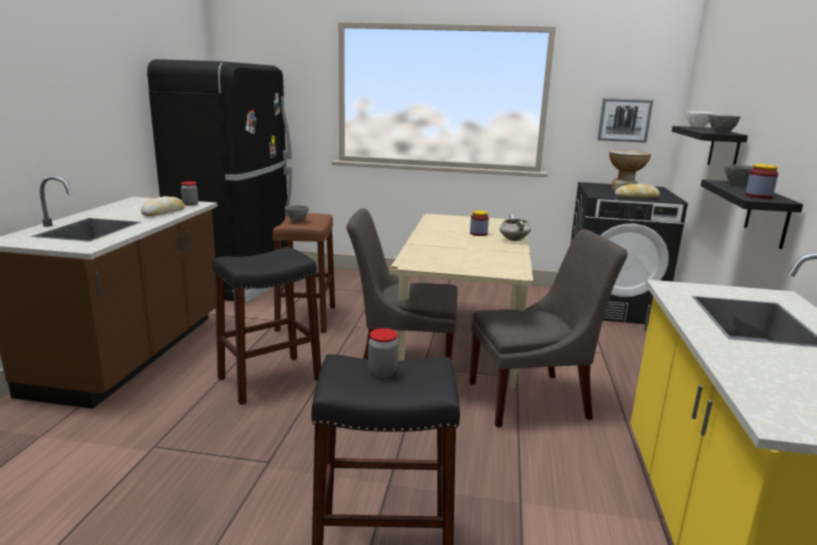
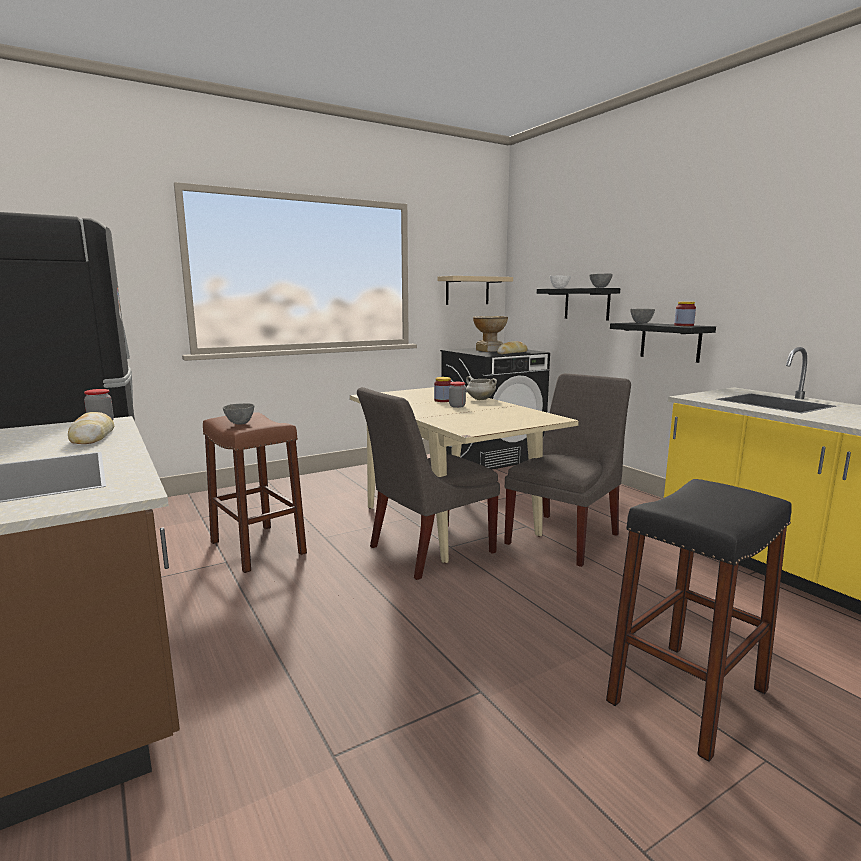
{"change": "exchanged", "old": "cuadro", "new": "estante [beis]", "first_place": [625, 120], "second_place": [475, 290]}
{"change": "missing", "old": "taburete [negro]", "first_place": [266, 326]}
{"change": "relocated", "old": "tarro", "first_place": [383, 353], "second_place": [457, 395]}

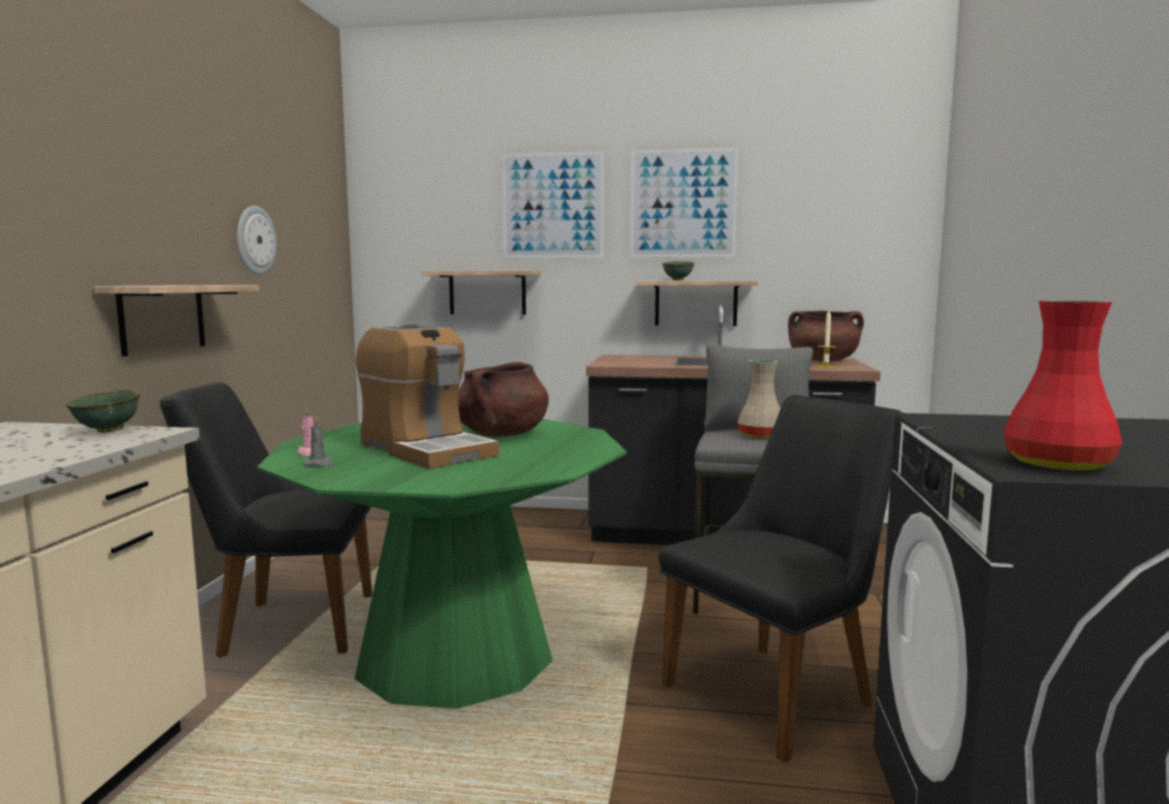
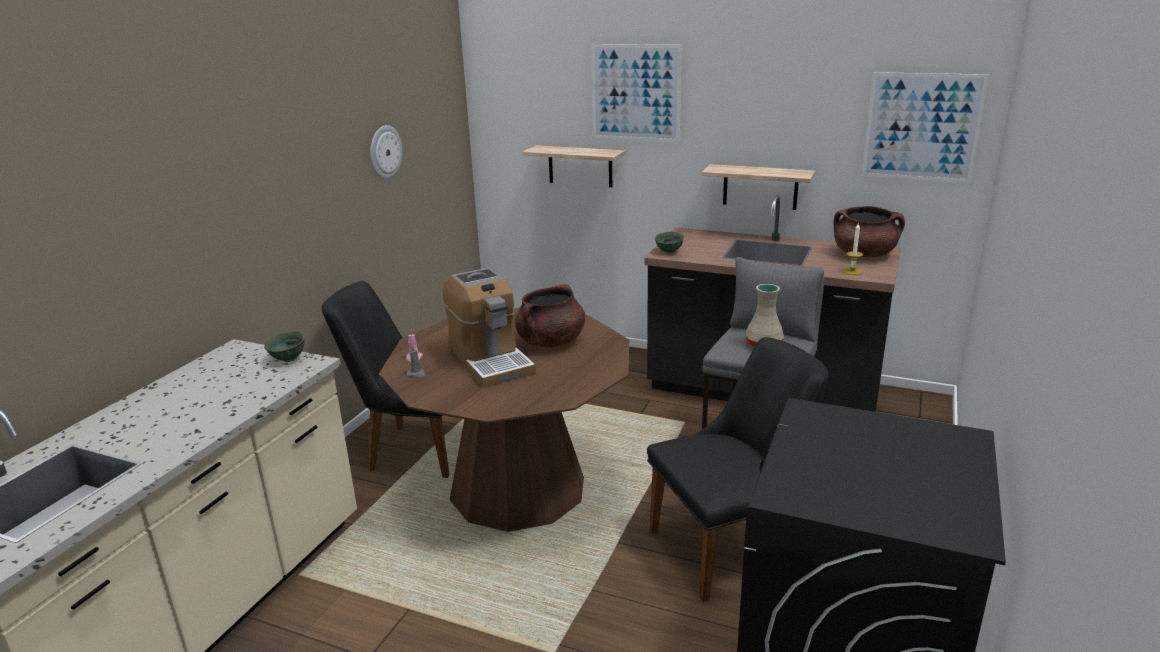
{"change": "relocated", "old": "cuadro", "first_place": [684, 202], "second_place": [925, 127]}
{"change": "relocated", "old": "cuenco [verde]", "first_place": [678, 270], "second_place": [669, 243]}
{"change": "missing", "old": "estante", "first_place": [176, 320]}
{"change": "missing", "old": "florero [rojo]", "first_place": [1063, 386]}
{"change": "colour", "old": "mesa de comedor [verde]", "new": "mesa de comedor [marrón]", "first_place": [442, 564], "second_place": [504, 419]}

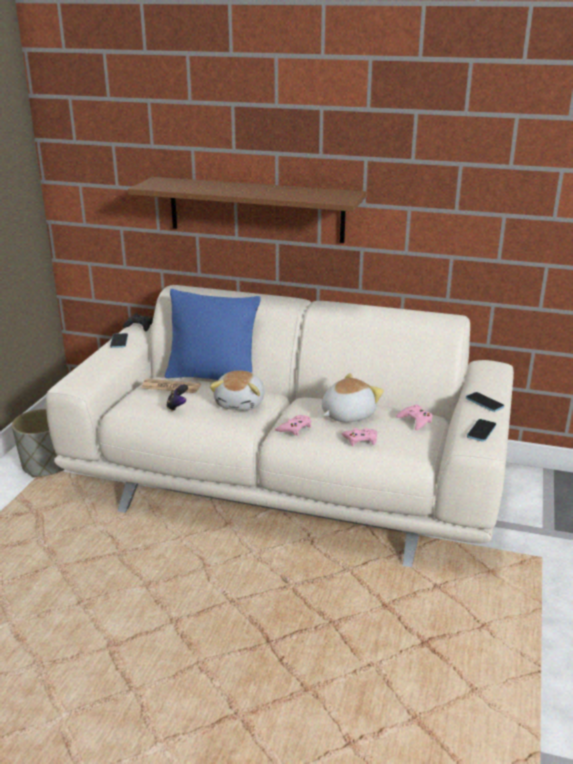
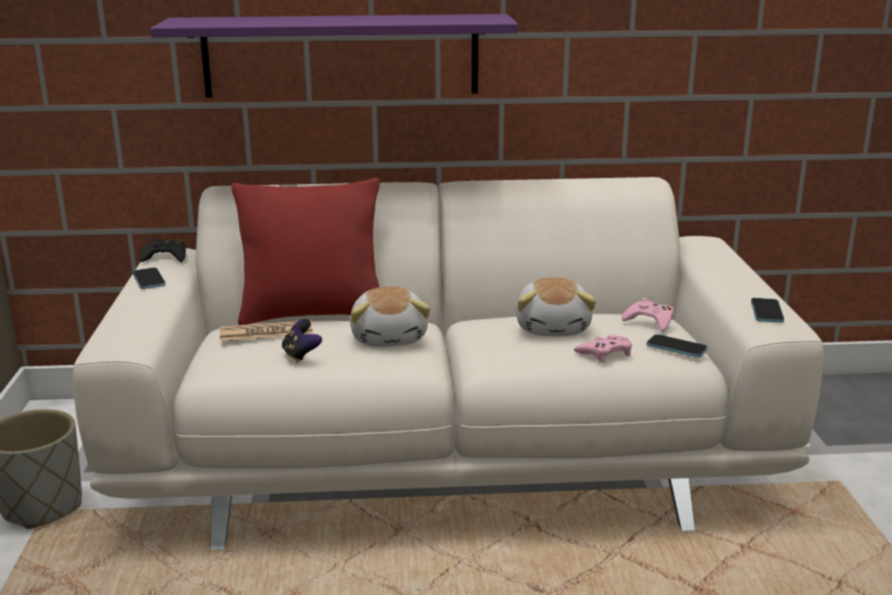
{"change": "colour", "old": "estante [marrón]", "new": "estante [morado]", "first_place": [247, 210], "second_place": [334, 56]}
{"change": "colour", "old": "cojín [azul]", "new": "cojín [rojo]", "first_place": [213, 334], "second_place": [306, 251]}
{"change": "spun", "old": "peluche", "first_place": [353, 397], "second_place": [556, 307], "degrees": 150}
{"change": "relocated", "old": "móvil", "first_place": [485, 402], "second_place": [677, 346]}
{"change": "missing", "old": "mando de consola [rosa]", "first_place": [293, 425]}

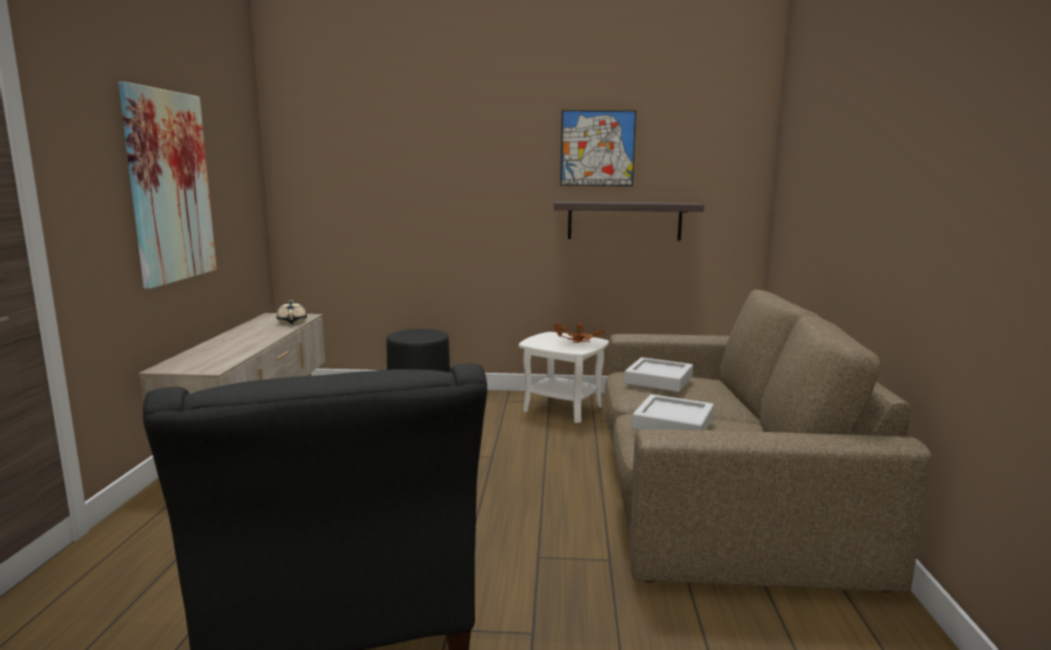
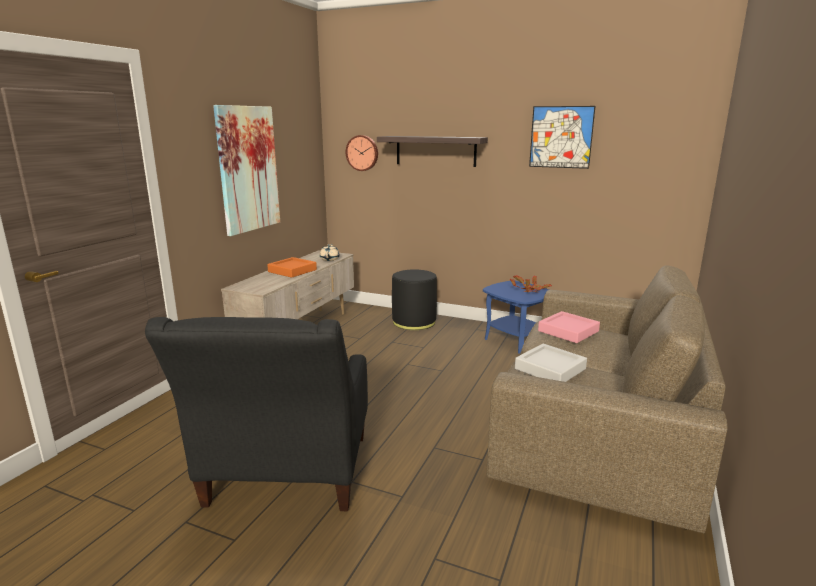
{"change": "relocated", "old": "estante", "first_place": [629, 221], "second_place": [432, 151]}
{"change": "colour", "old": "mesa auxiliar [blanco]", "new": "mesa auxiliar [azul]", "first_place": [564, 377], "second_place": [516, 316]}
{"change": "colour", "old": "bandeja [gris]", "new": "bandeja [rosa]", "first_place": [658, 374], "second_place": [569, 327]}
{"change": "appeared", "new": "reloj de pared", "second_place": [362, 153]}
{"change": "appeared", "new": "bandeja [naranja]", "second_place": [292, 267]}

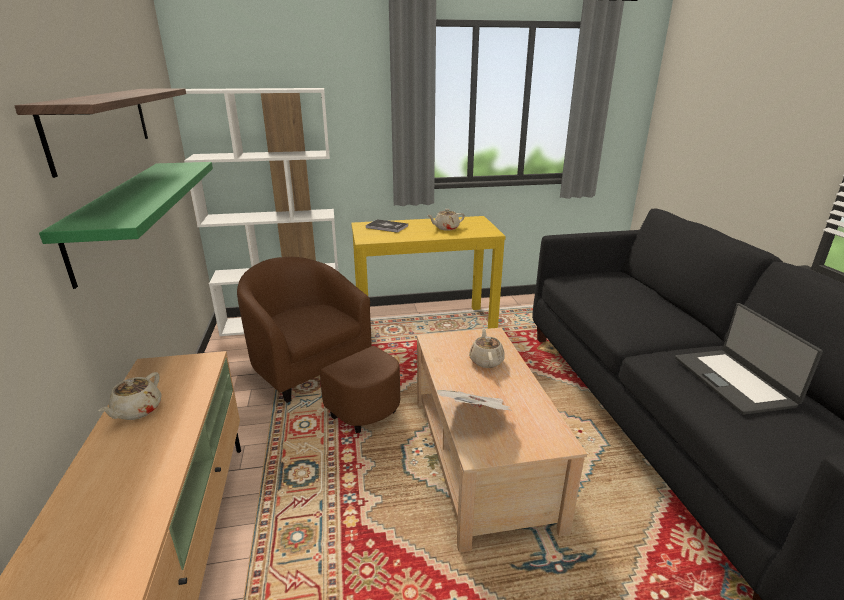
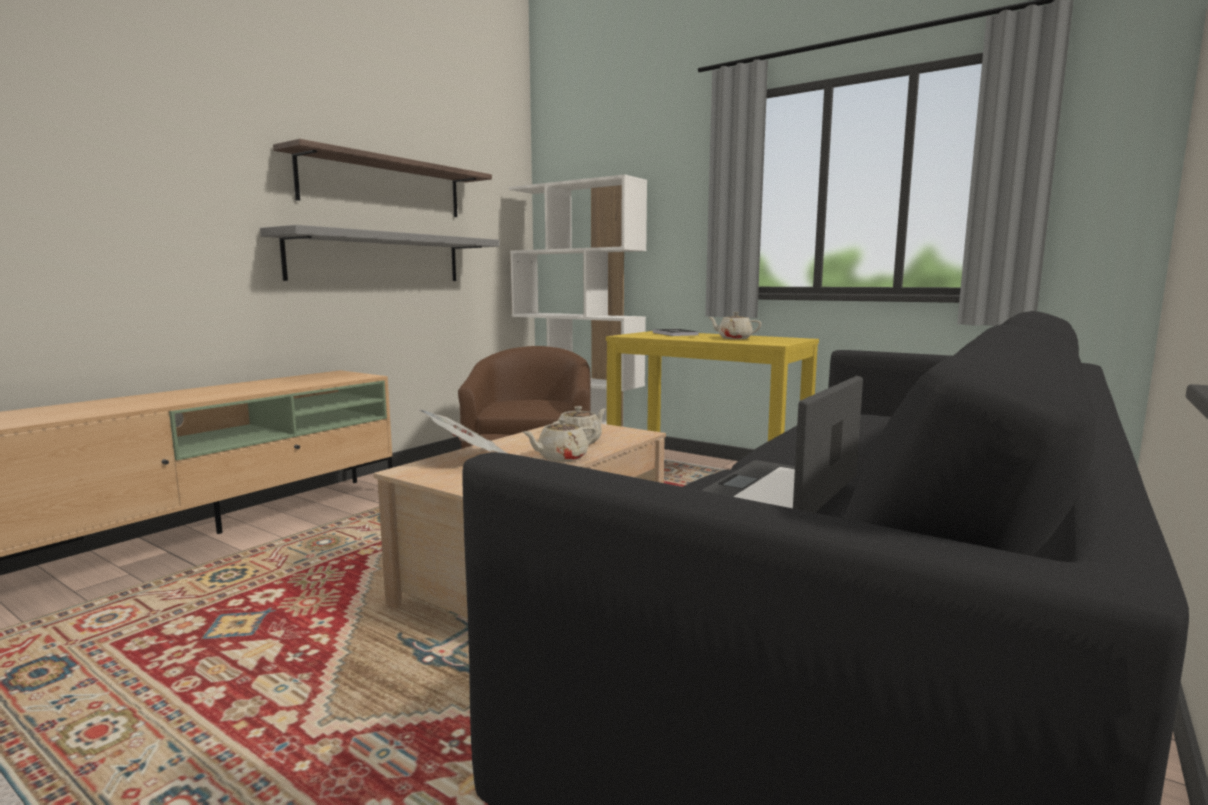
{"change": "colour", "old": "estante [verde]", "new": "estante [gris]", "first_place": [126, 225], "second_place": [380, 253]}
{"change": "relocated", "old": "tetera [beis]", "first_place": [130, 396], "second_place": [559, 440]}

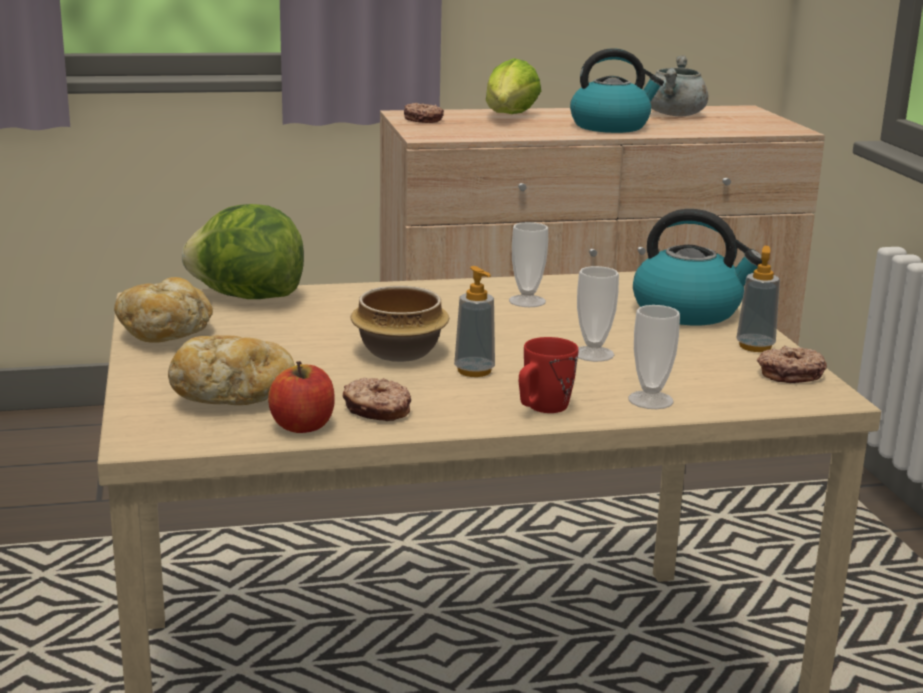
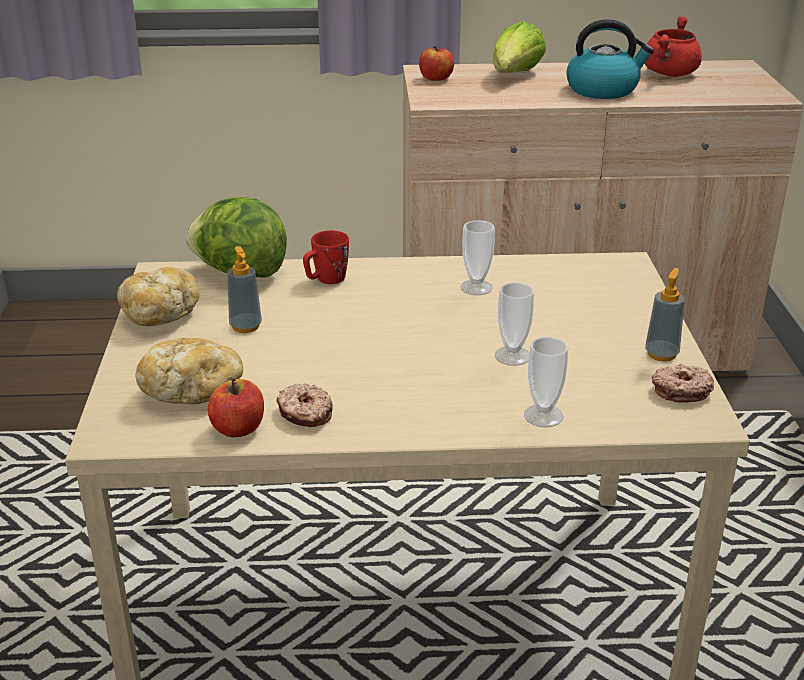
{"change": "colour", "old": "olla [gris]", "new": "olla [rojo]", "first_place": [679, 85], "second_place": [673, 46]}
{"change": "exchanged", "old": "rosquilla", "new": "manzana", "first_place": [424, 113], "second_place": [436, 63]}
{"change": "missing", "old": "hervidor", "first_place": [697, 267]}
{"change": "relocated", "old": "dispensador de jabón", "first_place": [474, 321], "second_place": [244, 289]}
{"change": "missing", "old": "cuenco", "first_place": [400, 324]}
{"change": "relocated", "old": "taza grande [rojo]", "first_place": [548, 375], "second_place": [326, 257]}

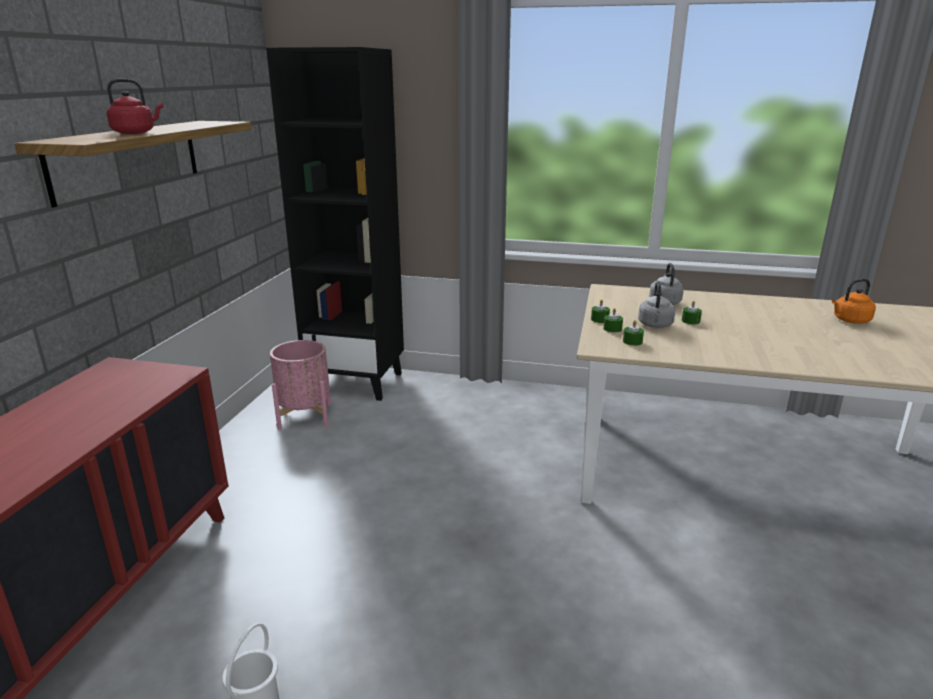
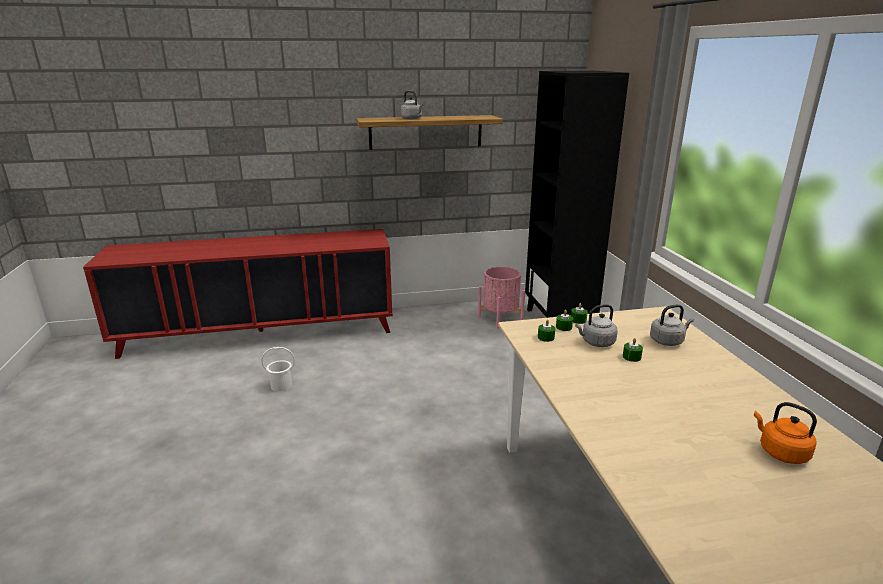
{"change": "colour", "old": "hervidor [rojo]", "new": "hervidor [gris]", "first_place": [135, 106], "second_place": [412, 105]}

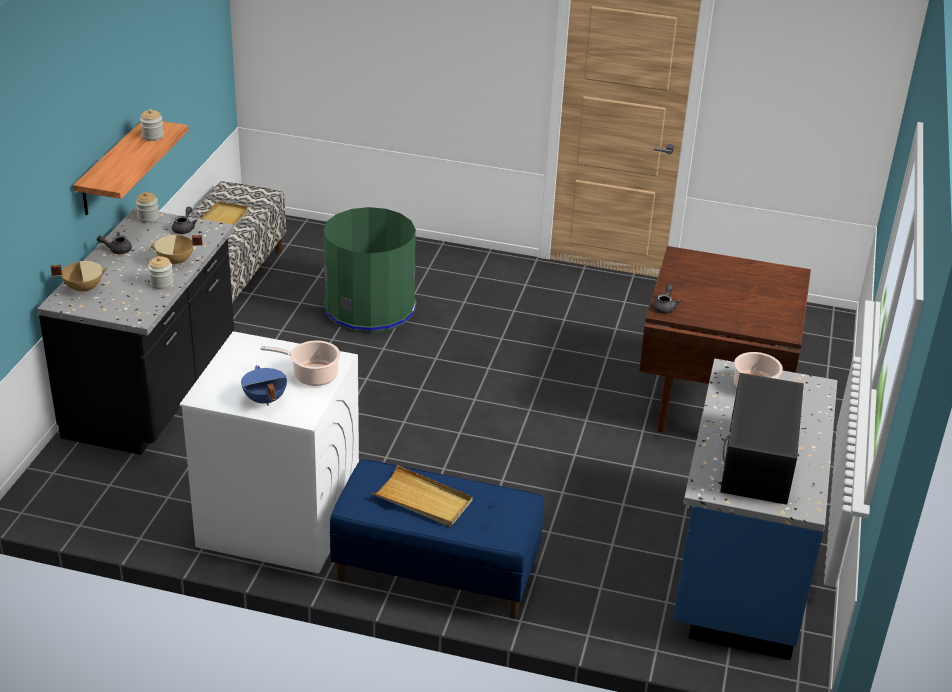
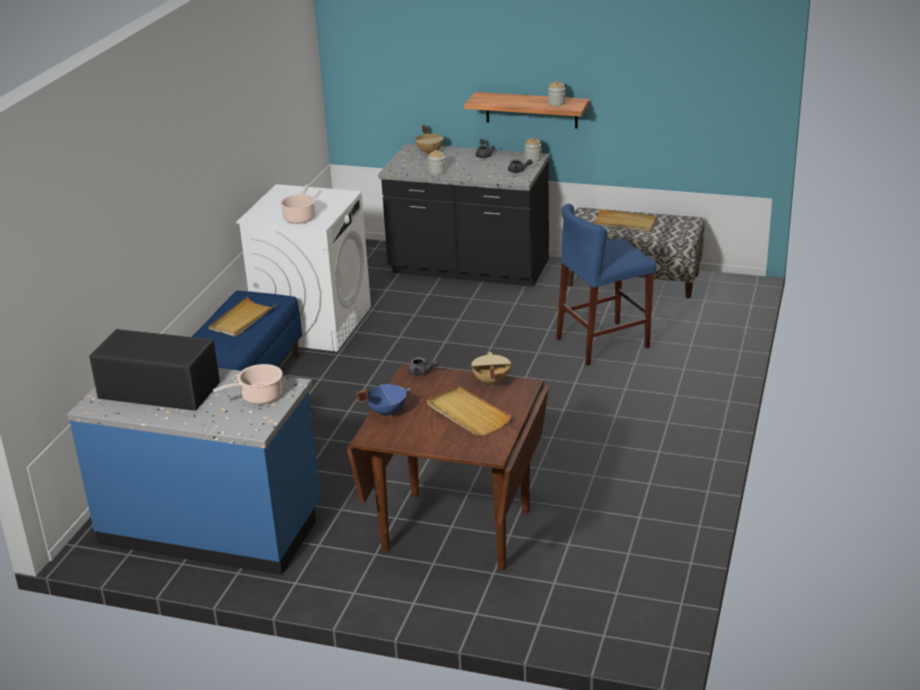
{"change": "exchanged", "old": "papelera [verde]", "new": "taburete [azul]", "first_place": [369, 270], "second_place": [606, 285]}
{"change": "relocated", "old": "olla [beis]", "first_place": [176, 250], "second_place": [491, 369]}
{"change": "relocated", "old": "olla [azul]", "first_place": [264, 385], "second_place": [383, 400]}
{"change": "appeared", "new": "bandeja [beis]", "second_place": [469, 411]}

